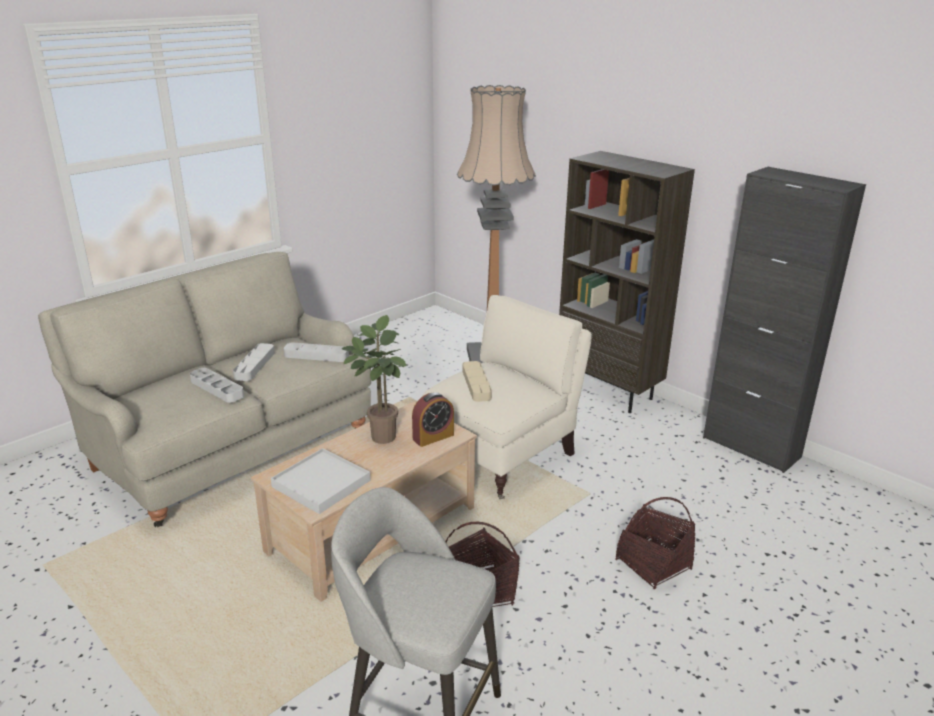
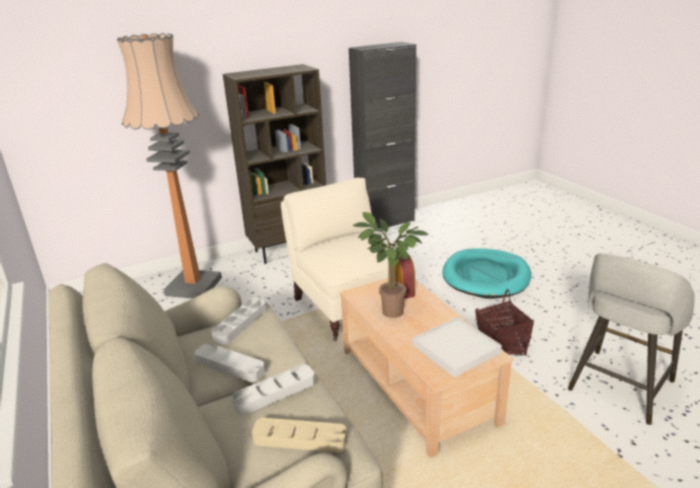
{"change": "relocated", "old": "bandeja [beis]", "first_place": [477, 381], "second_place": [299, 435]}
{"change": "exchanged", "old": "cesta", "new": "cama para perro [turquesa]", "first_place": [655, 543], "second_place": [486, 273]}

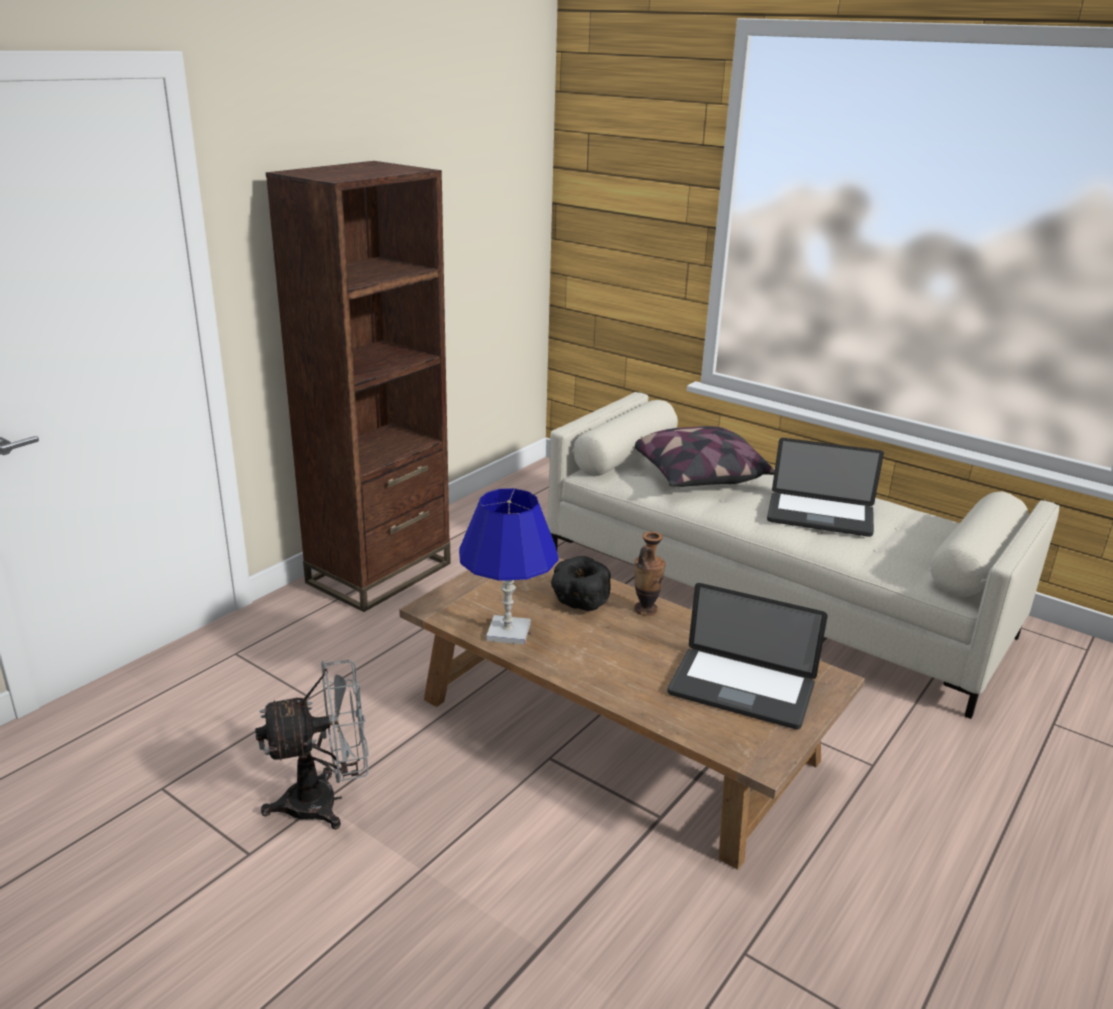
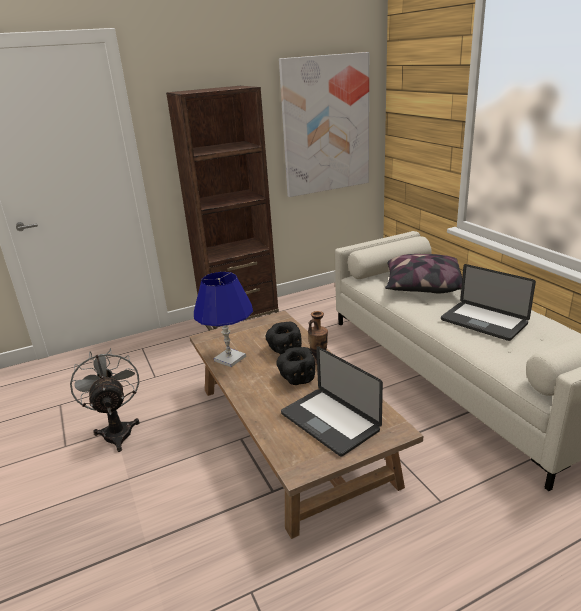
{"change": "spun", "old": "ventilador [gris]", "first_place": [312, 744], "second_place": [105, 400], "degrees": -120}
{"change": "appeared", "new": "cuadro", "second_place": [324, 124]}
{"change": "appeared", "new": "cuenco [negro]", "second_place": [296, 366]}

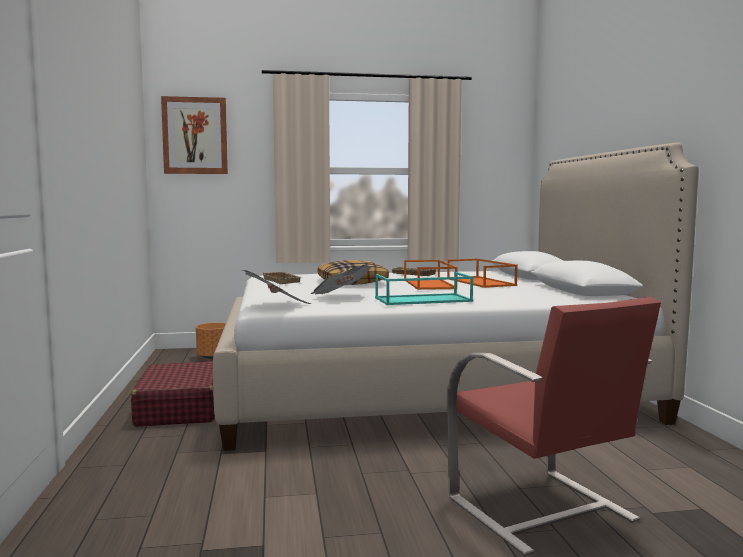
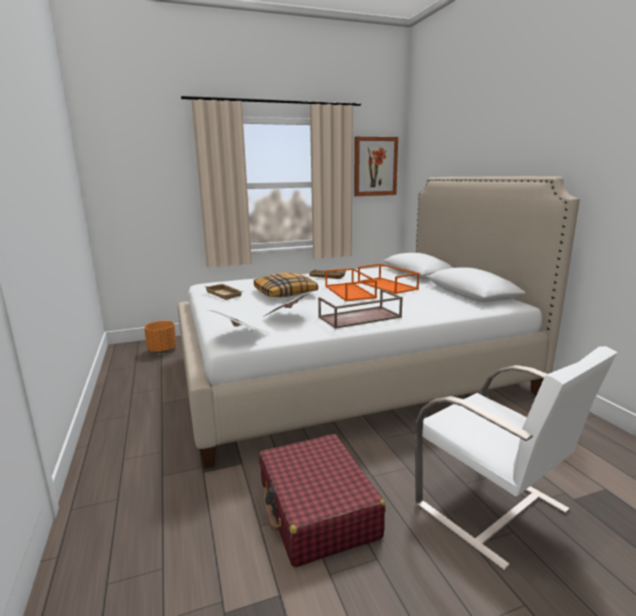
{"change": "relocated", "old": "cuadro", "first_place": [194, 135], "second_place": [376, 166]}
{"change": "colour", "old": "bandeja [turquesa]", "new": "bandeja [marrón]", "first_place": [424, 288], "second_place": [360, 309]}
{"change": "colour", "old": "silla [rojo]", "new": "silla [blanco]", "first_place": [554, 426], "second_place": [516, 458]}
{"change": "relocated", "old": "maleta [rojo]", "first_place": [173, 394], "second_place": [322, 501]}

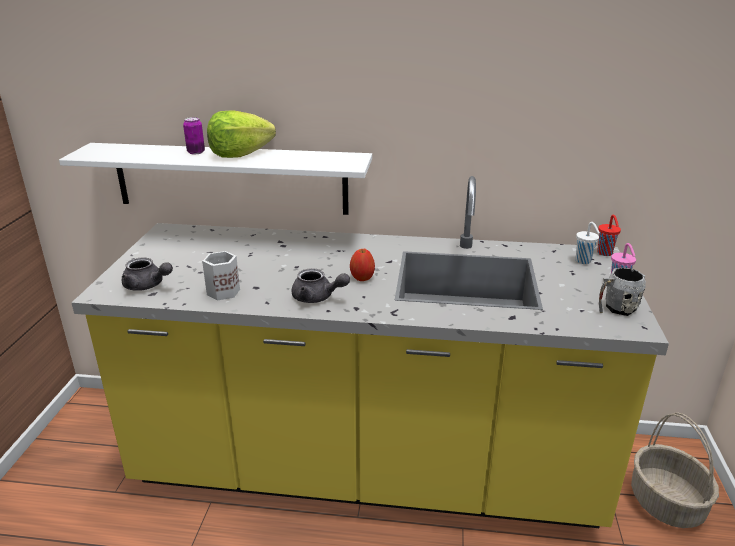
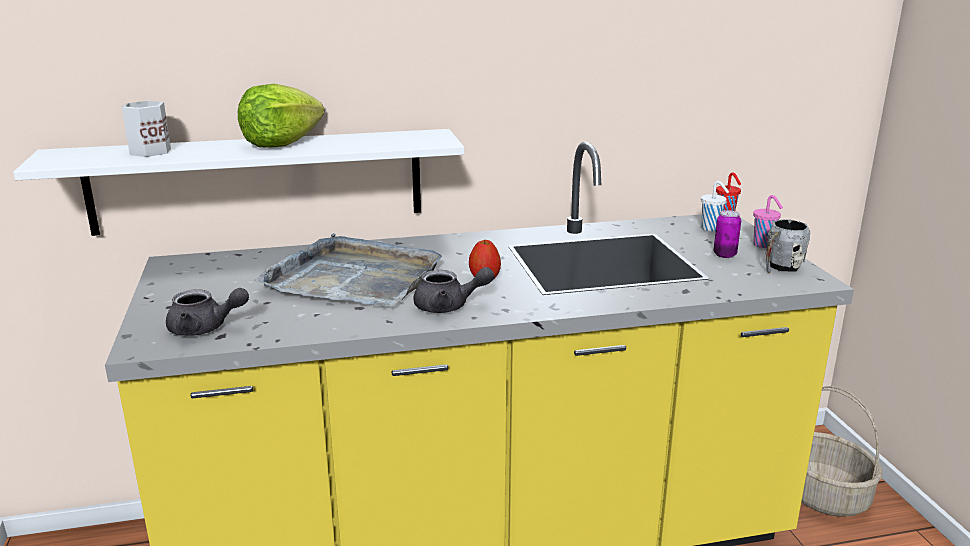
{"change": "relocated", "old": "lata", "first_place": [194, 135], "second_place": [727, 234]}
{"change": "relocated", "old": "taza grande [blanco]", "first_place": [221, 275], "second_place": [146, 129]}
{"change": "appeared", "new": "bandeja [gris]", "second_place": [349, 270]}

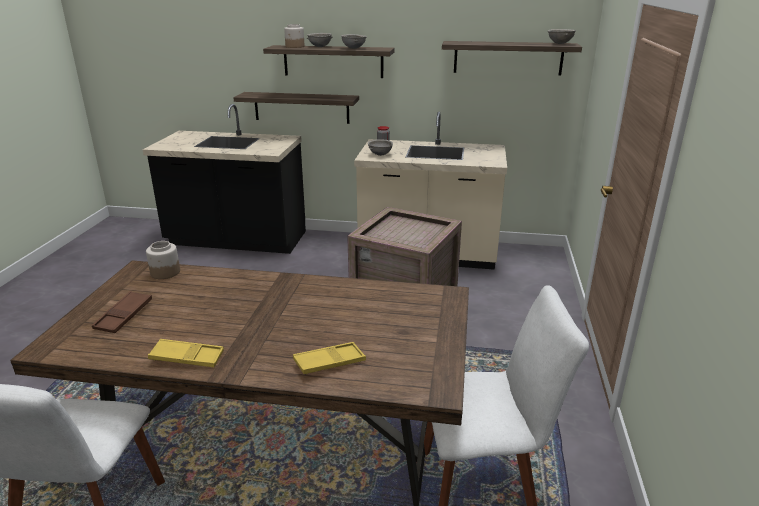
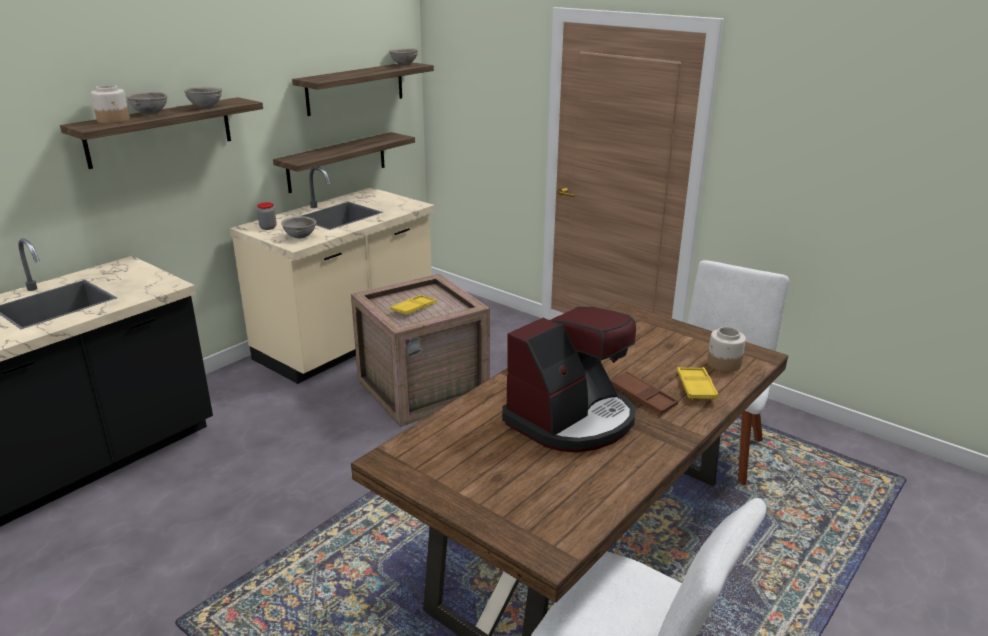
{"change": "relocated", "old": "estante", "first_place": [296, 108], "second_place": [344, 162]}
{"change": "relocated", "old": "tarro", "first_place": [163, 260], "second_place": [726, 349]}
{"change": "relocated", "old": "bandeja [marrón]", "first_place": [122, 312], "second_place": [644, 393]}
{"change": "relocated", "old": "bandeja [amarillo]", "first_place": [186, 353], "second_place": [413, 305]}
{"change": "appeared", "new": "cafetera", "second_place": [569, 380]}

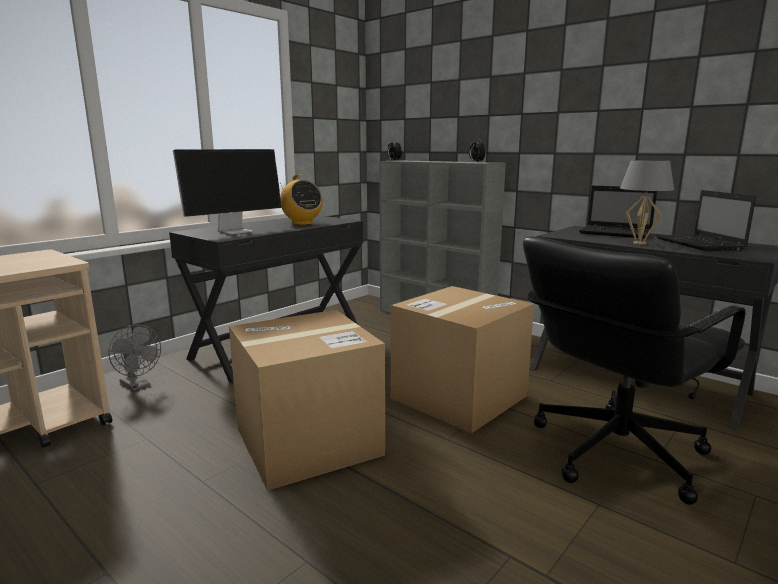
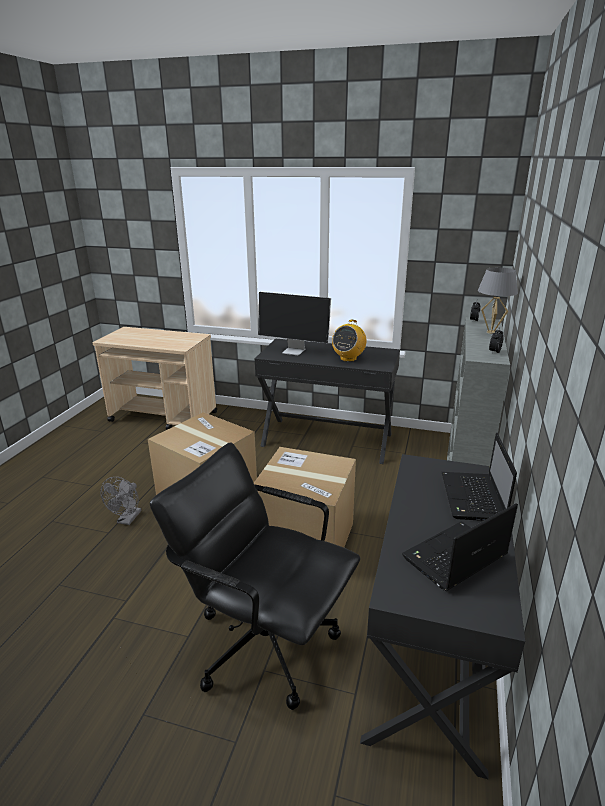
{"change": "relocated", "old": "lámpara de mesa [gris]", "first_place": [647, 202], "second_place": [498, 300]}
{"change": "relocated", "old": "ventilador [gris]", "first_place": [134, 357], "second_place": [121, 501]}

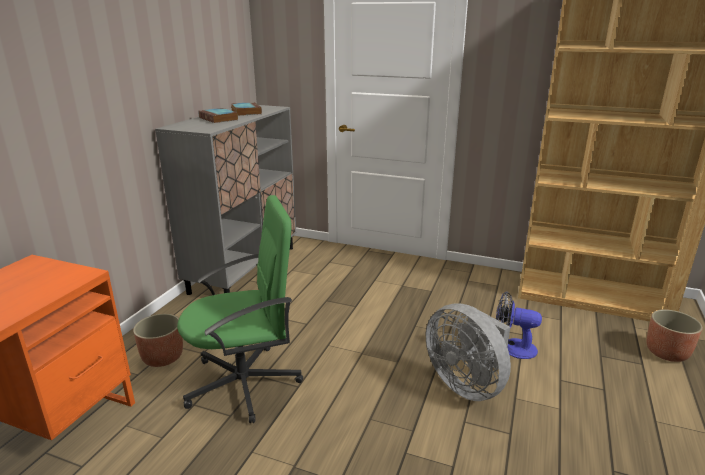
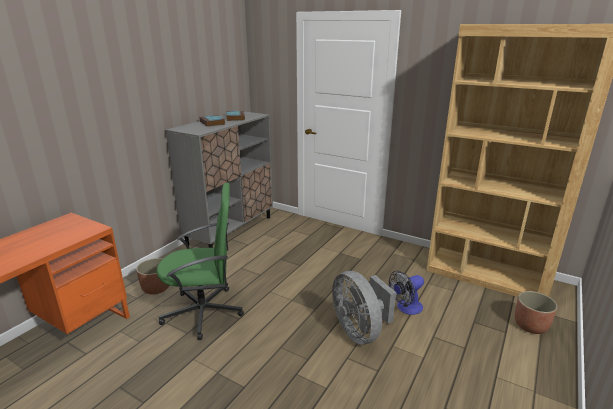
{"change": "spun", "old": "ventilador", "first_place": [519, 325], "second_place": [406, 293], "degrees": -60}

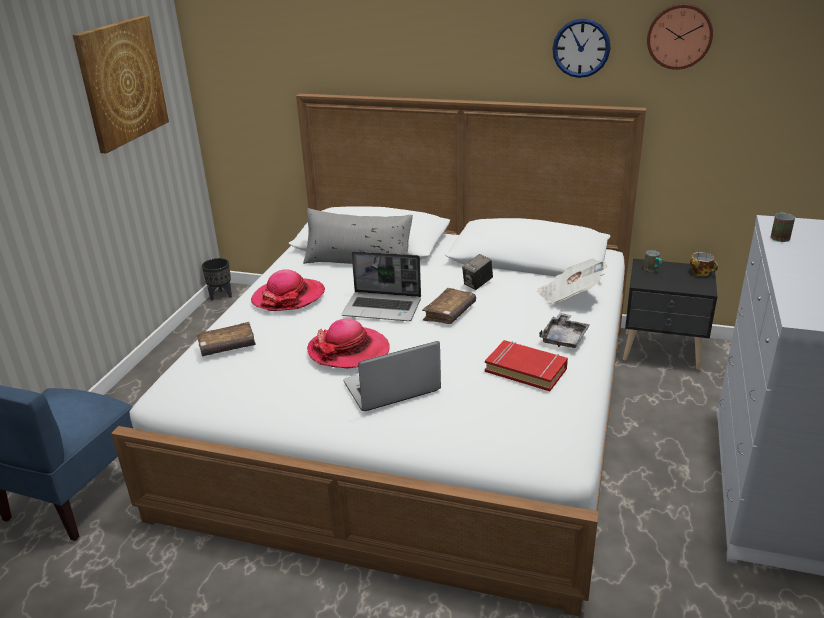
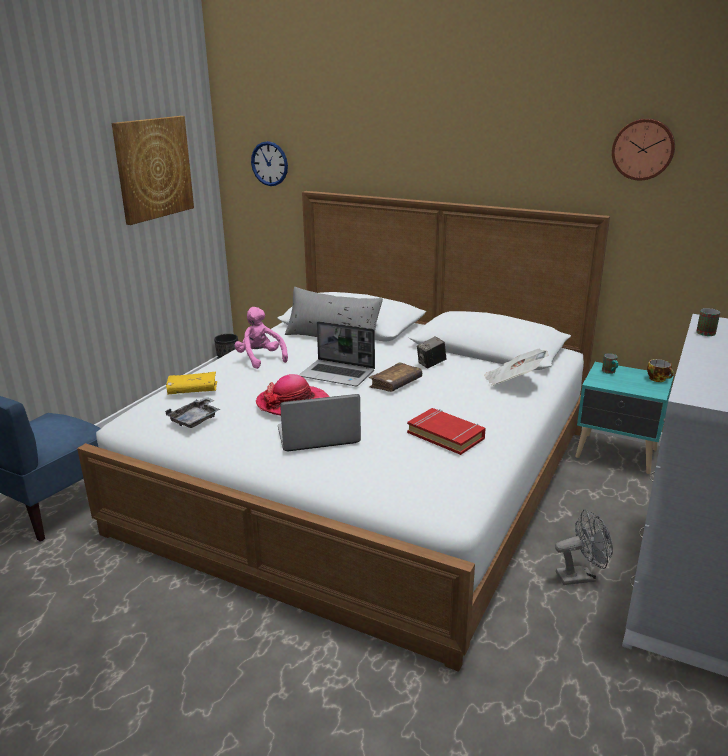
{"change": "relocated", "old": "reloj de pared", "first_place": [581, 48], "second_place": [269, 163]}
{"change": "colour", "old": "mesita de noche [negro]", "new": "mesita de noche [turquesa]", "first_place": [670, 314], "second_place": [624, 418]}
{"change": "exchanged", "old": "sombrero", "new": "peluche [rosa]", "first_place": [288, 290], "second_place": [261, 338]}
{"change": "relocated", "old": "bandeja [gris]", "first_place": [564, 330], "second_place": [192, 412]}
{"change": "colour", "old": "libro [marrón]", "new": "libro [amarillo]", "first_place": [226, 339], "second_place": [191, 383]}
{"change": "appeared", "new": "ventilador [gris]", "second_place": [584, 547]}

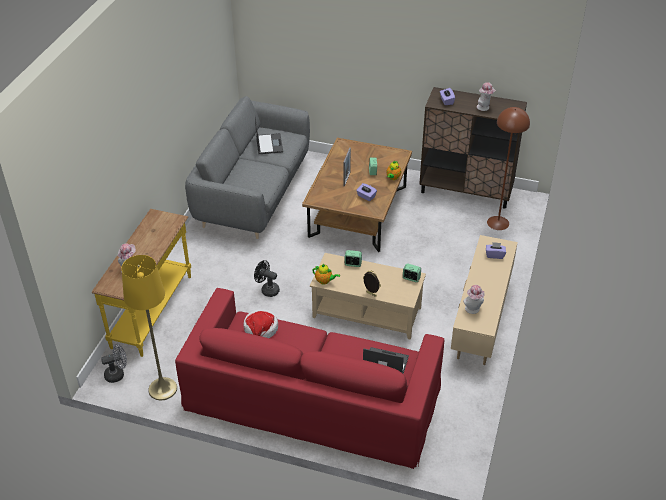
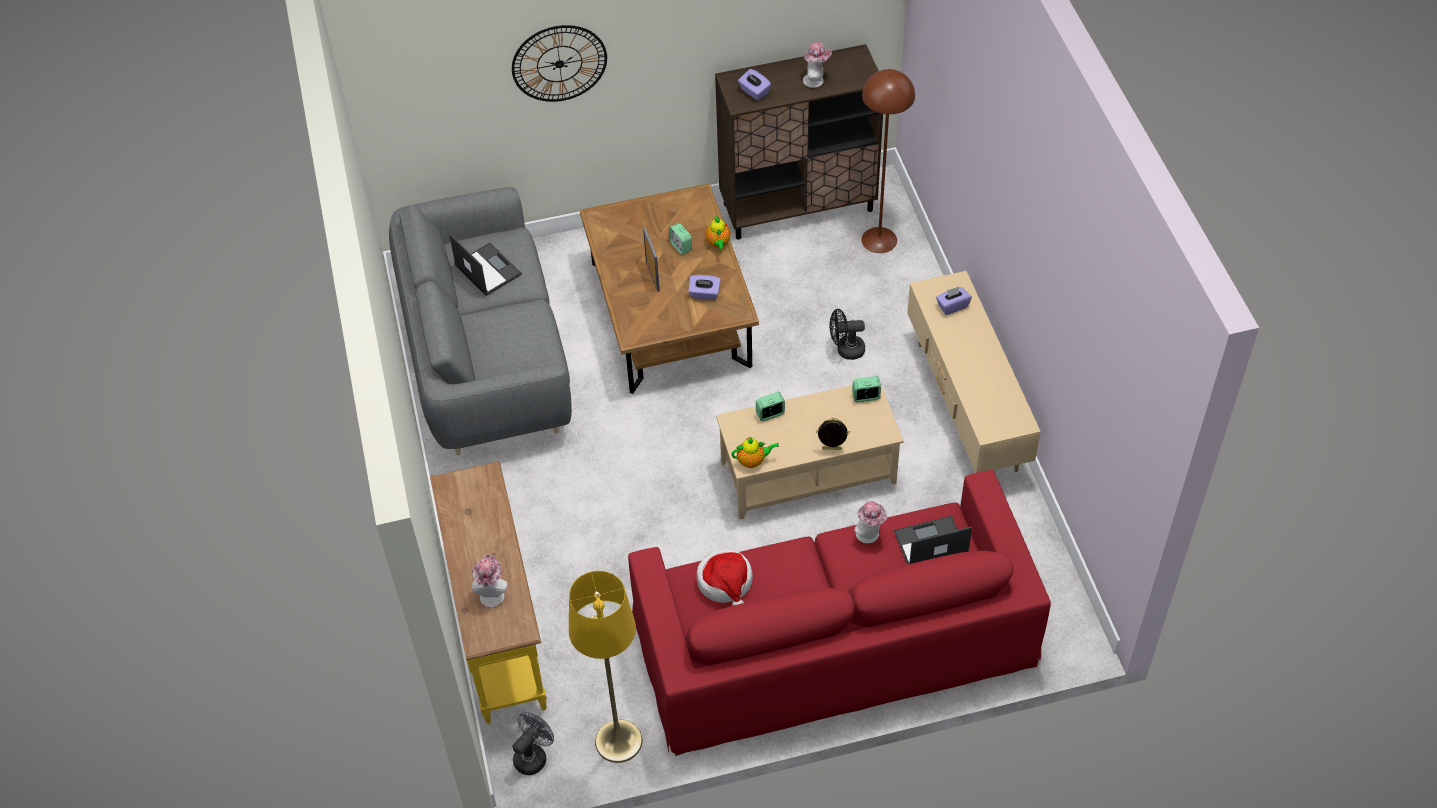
{"change": "relocated", "old": "ventilador [negro]", "first_place": [267, 278], "second_place": [847, 334]}
{"change": "relocated", "old": "sombrero", "first_place": [474, 299], "second_place": [870, 522]}
{"change": "appeared", "new": "reloj de pared", "second_place": [559, 63]}

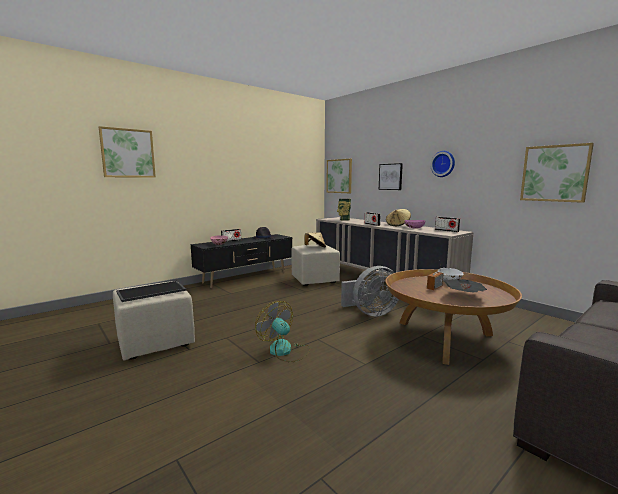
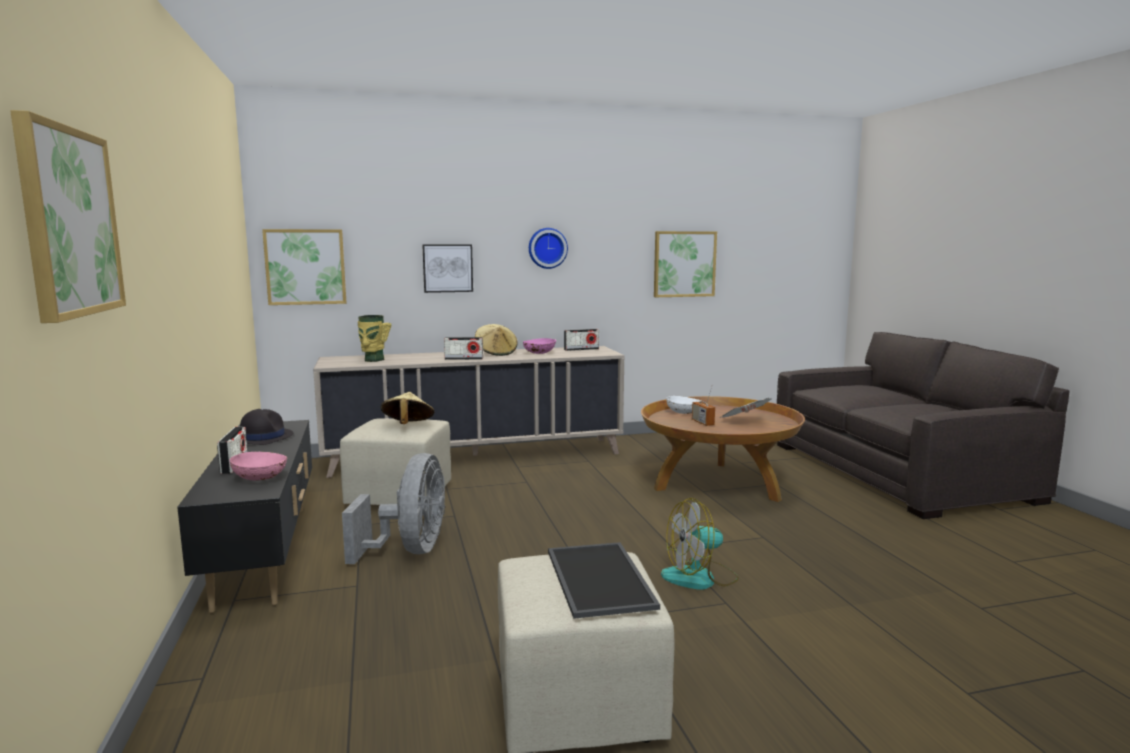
{"change": "relocated", "old": "ventilador [gris]", "first_place": [370, 291], "second_place": [393, 508]}

